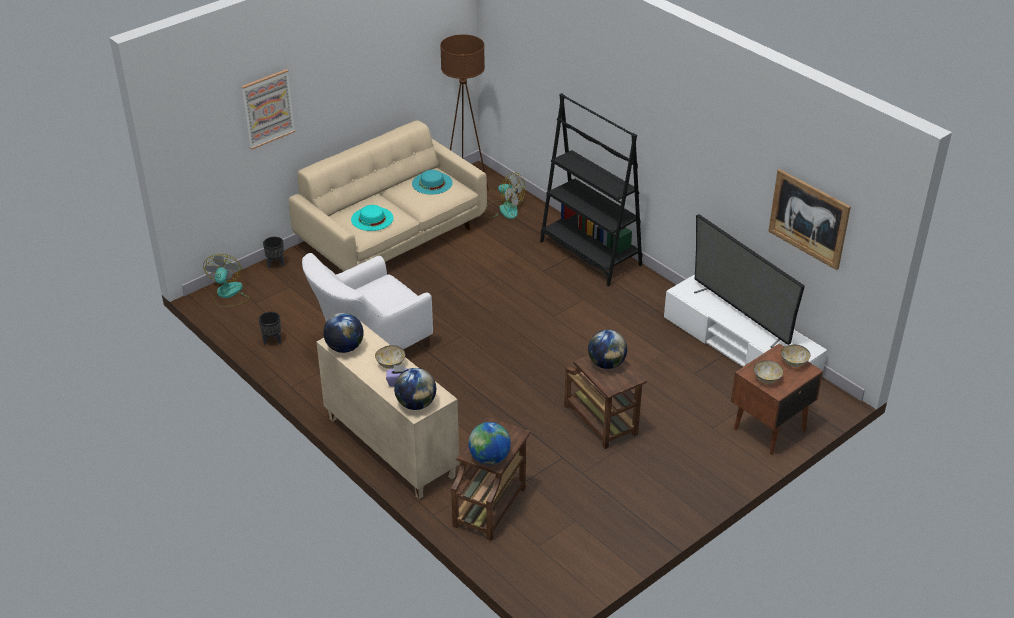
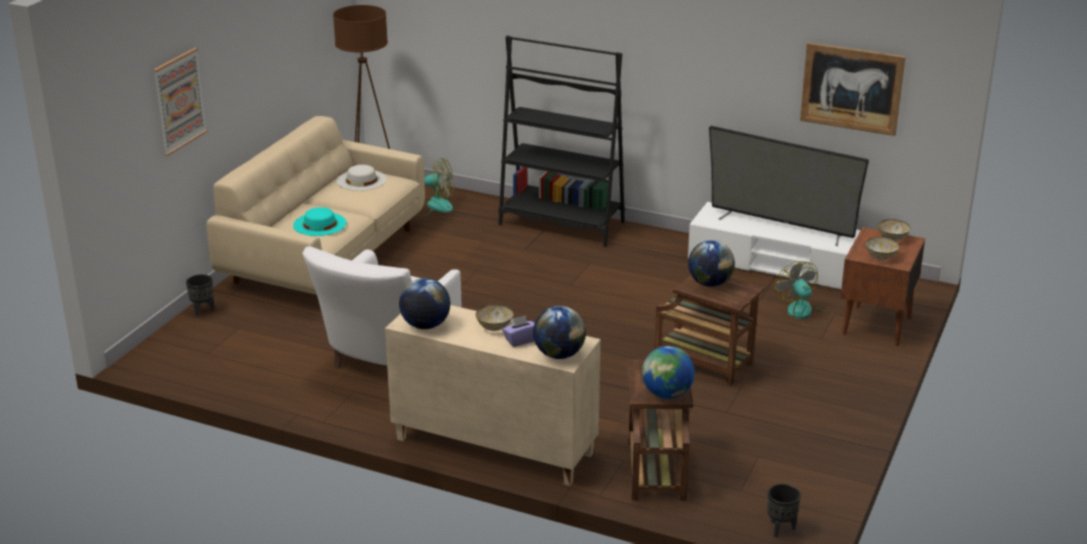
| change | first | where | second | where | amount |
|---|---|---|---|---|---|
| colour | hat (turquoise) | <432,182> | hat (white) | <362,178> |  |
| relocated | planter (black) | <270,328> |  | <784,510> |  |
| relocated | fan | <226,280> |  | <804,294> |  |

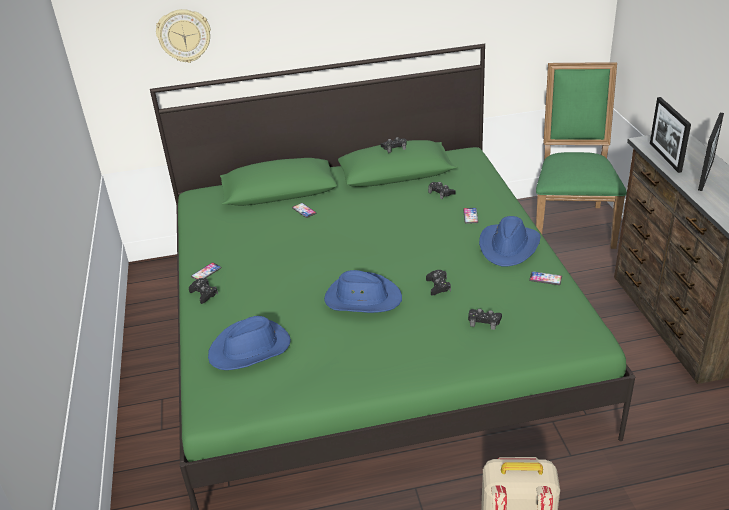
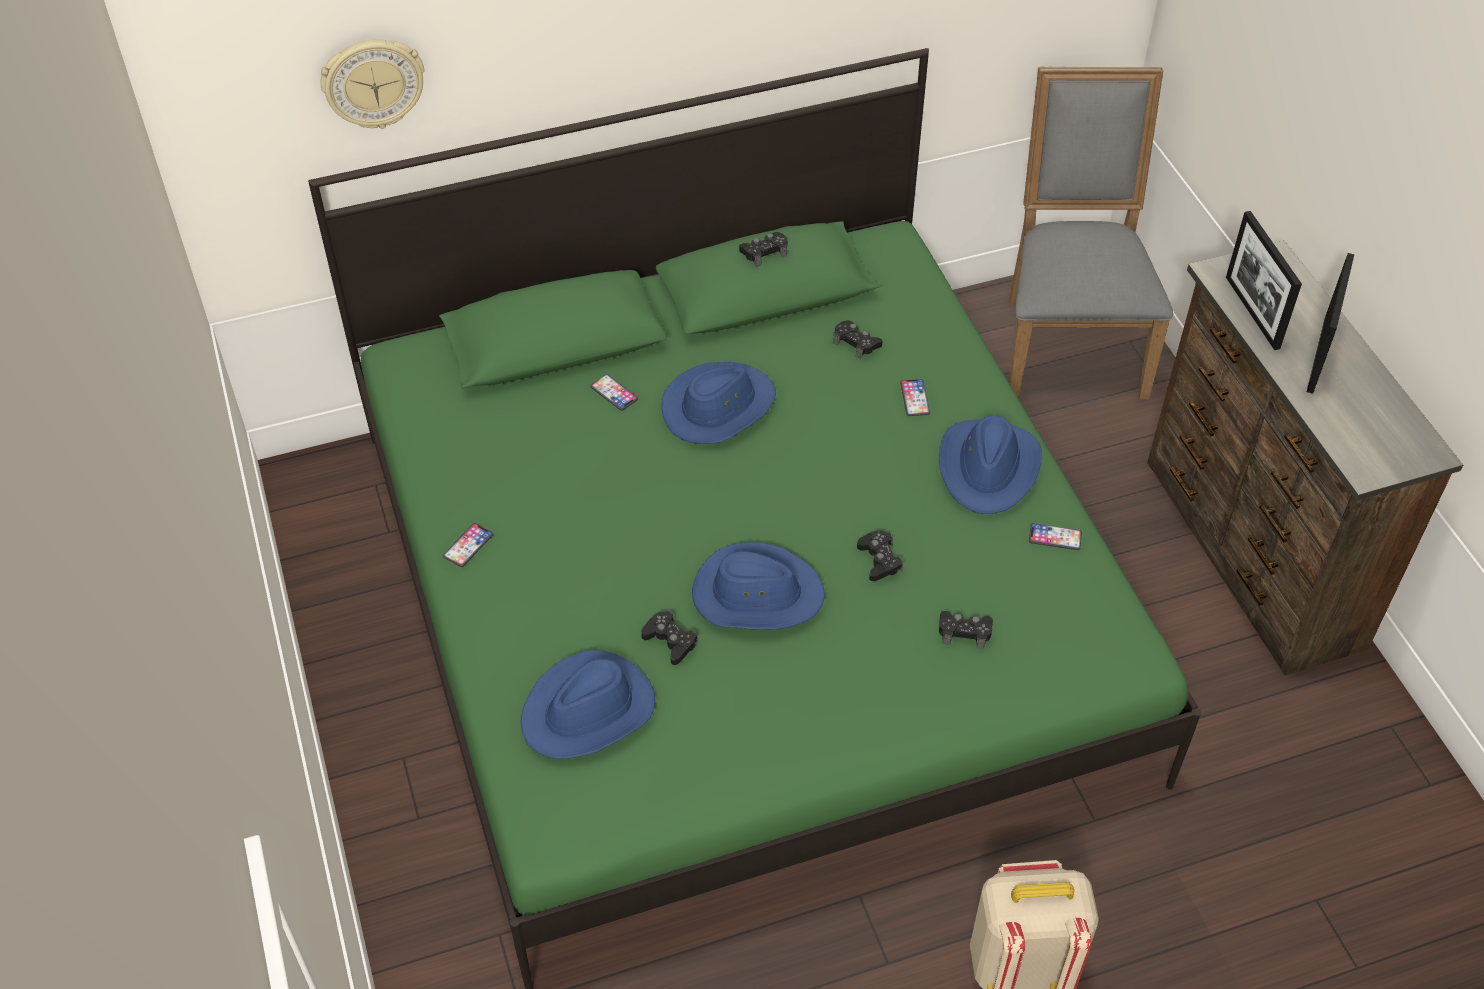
| change | first | where | second | where | amount |
|---|---|---|---|---|---|
| relocated | game controller (black) | <203,291> |  | <669,638> |  |
| appeared |  |  | hat (blue) | <718,403> |  |
| colour | chair (green) | <581,155> | chair (grey) | <1091,233> |  |

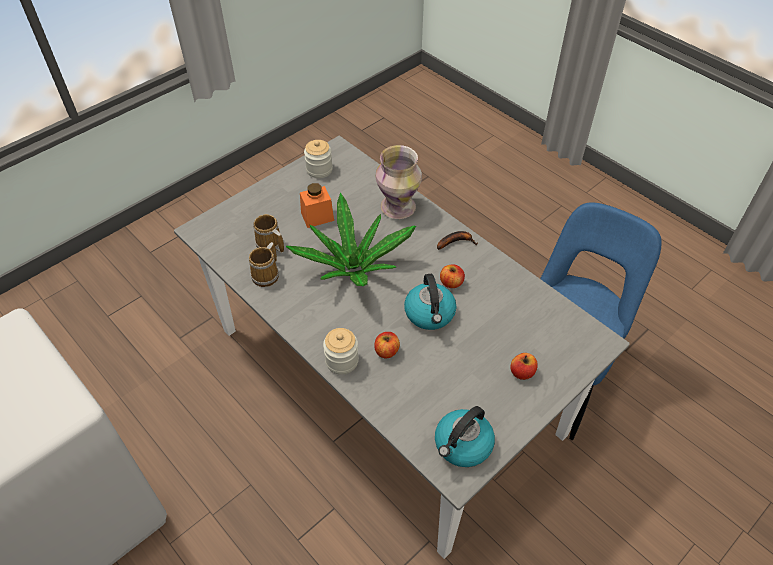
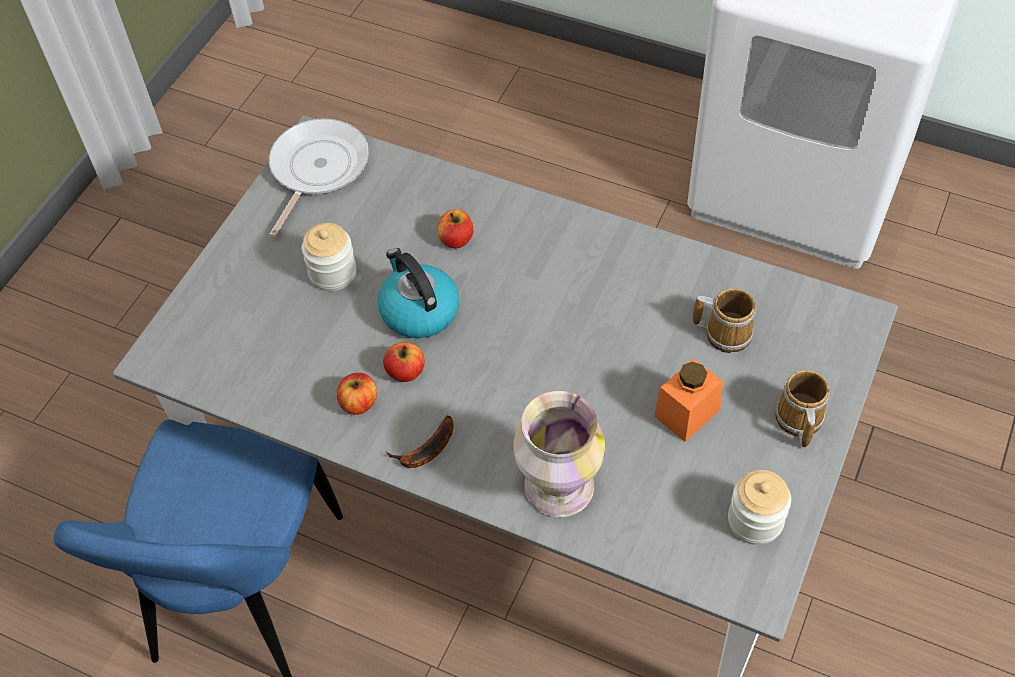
| change | first | where | second | where | amount |
|---|---|---|---|---|---|
| exchanged | kettle | <465,436> | frying pan | <319,178> |  |
| relocated | jar | <341,351> |  | <329,257> |  |
| relocated | apple | <524,366> |  | <357,394> |  |
| relocated | mug | <264,264> |  | <802,409> |  |
| missing | potted plant | <351,239> |  |  |  |

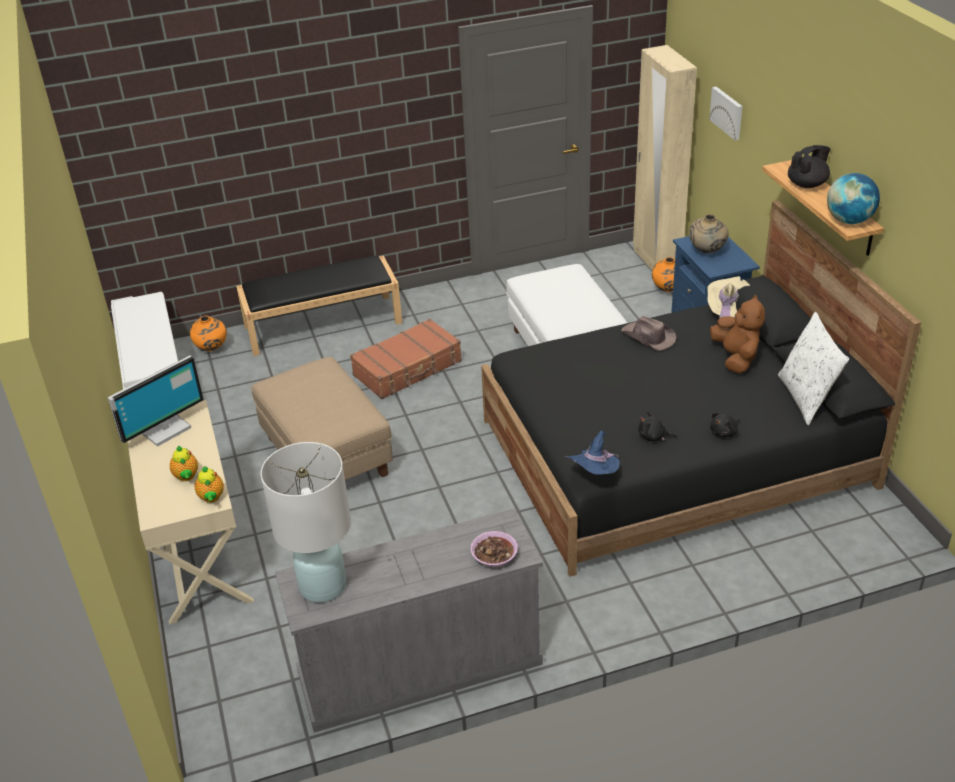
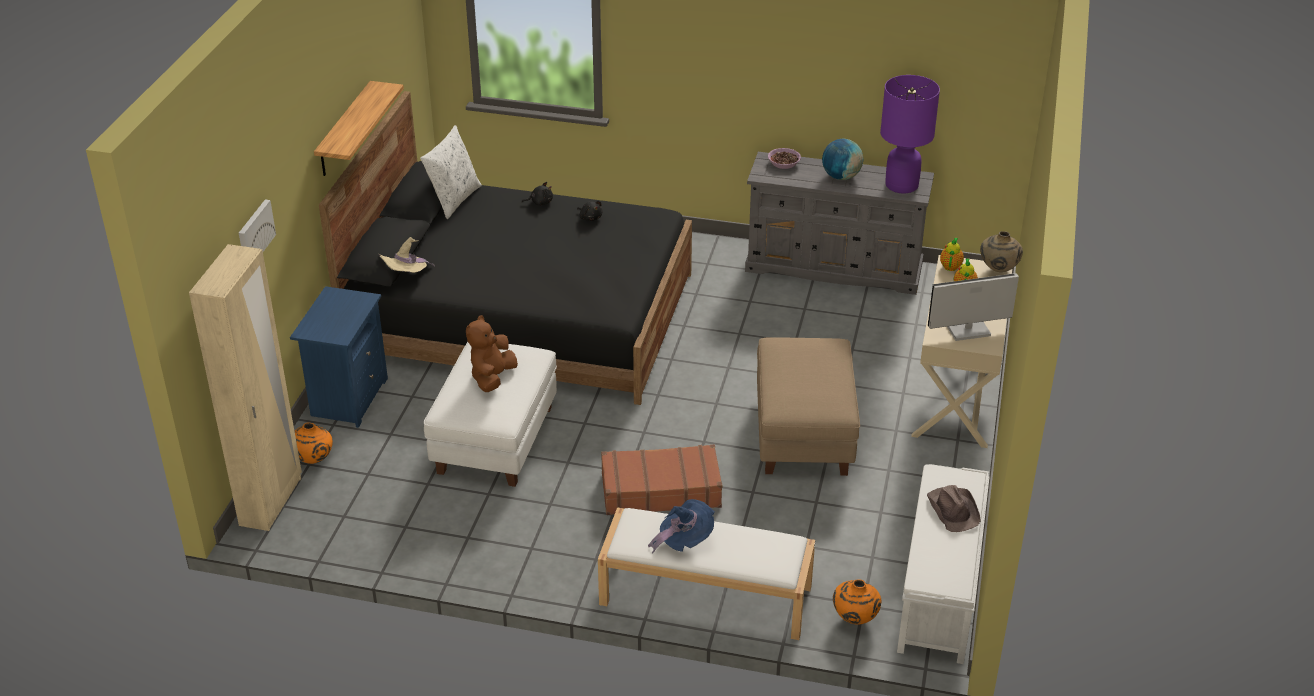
| change | first | where | second | where | amount |
|---|---|---|---|---|---|
| relocated | plush toy (brown) | <737,334> |  | <492,353> |  |
| colour | bench (black) | <319,306> | bench (white) | <706,573> |  |
| relocated | hat (blue) | <592,452> |  | <681,526> |  |
| relocated | globe | <853,198> |  | <842,159> |  |
| colour | table lamp (white) | <305,522> | table lamp (purple) | <910,134> |  |
| relocated | hat (brown) | <649,333> |  | <954,508> |  |
| relocated | vase (beige) | <709,234> |  | <1001,251> |  |
| missing | teapot (black) | <809,166> |  |  |  |

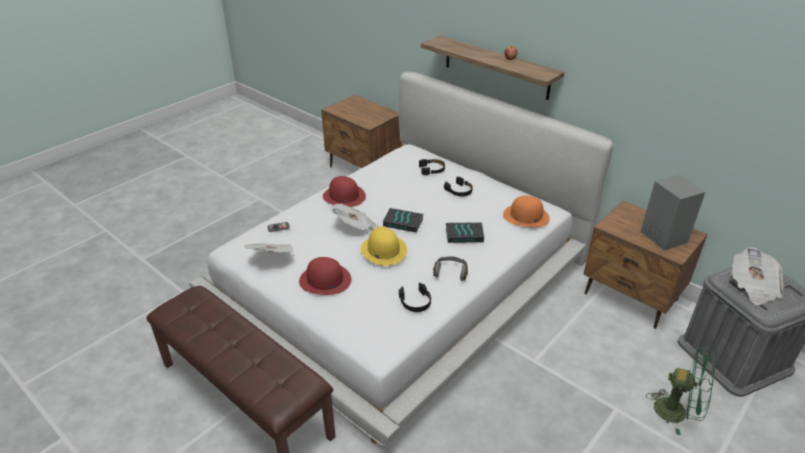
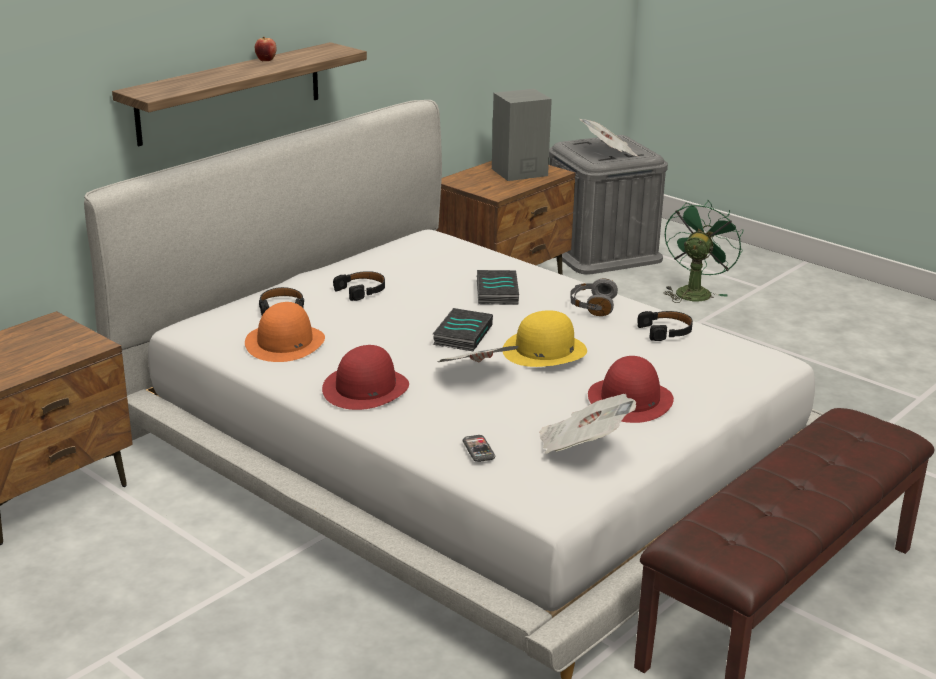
| change | first | where | second | where | amount |
|---|---|---|---|---|---|
| relocated | hat (orange) | <526,211> |  | <285,332> |  |

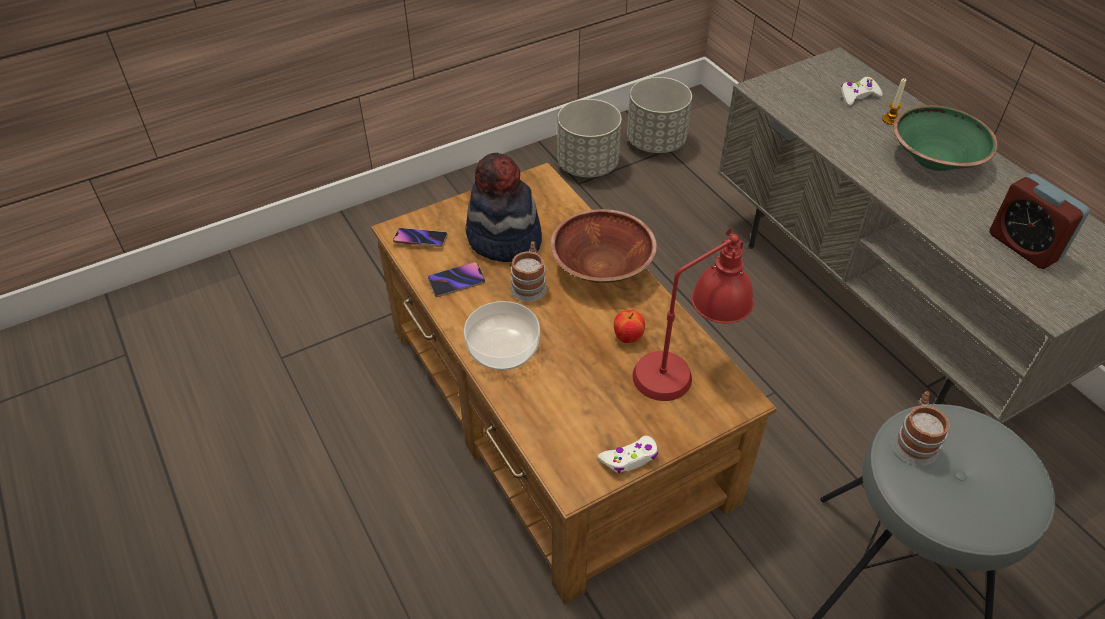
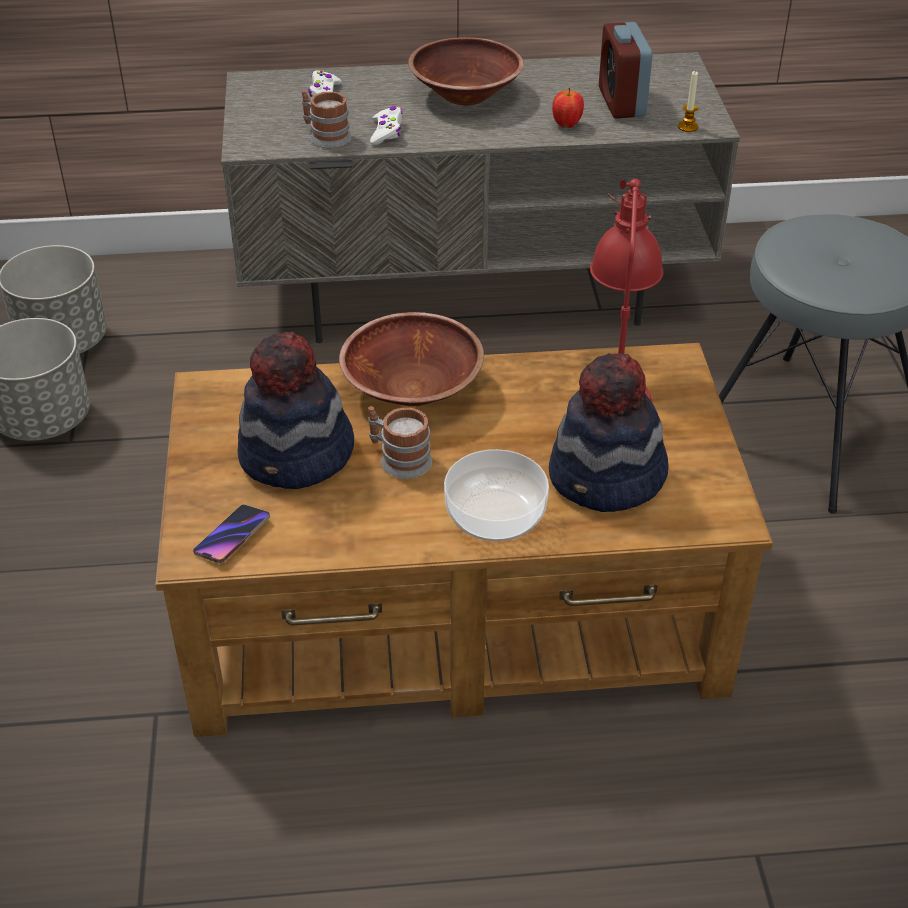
| change | first | where | second | where | amount |
|---|---|---|---|---|---|
| relocated | mug | <921,428> |  | <326,119> |  |
| relocated | game controller (white) | <628,454> |  | <386,125> |  |
| colour | bowl (green) | <945,138> | bowl (brown) | <466,71> |  |
| appeared |  |  | hat | <608,432> |  |
| relocated | apple | <629,326> |  | <568,108> |  |
| spun | alarm clock | <1039,221> |  | <625,70> | 90 degrees clockwise |
| relocated | candle | <894,101> |  | <688,101> |  |
| missing | phone | <456,279> |  |  |  |

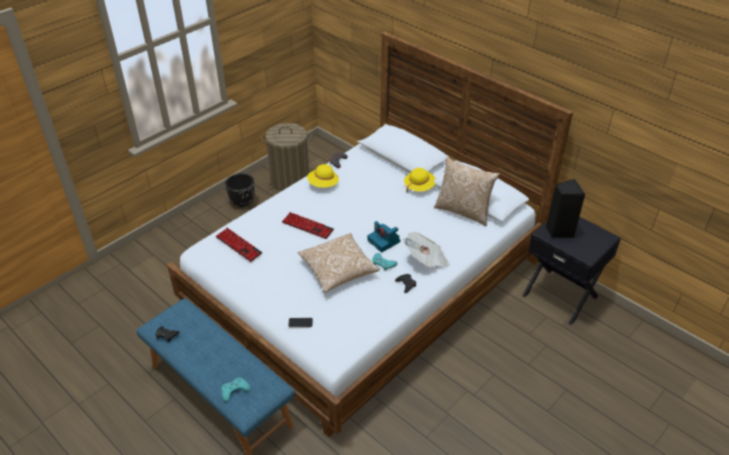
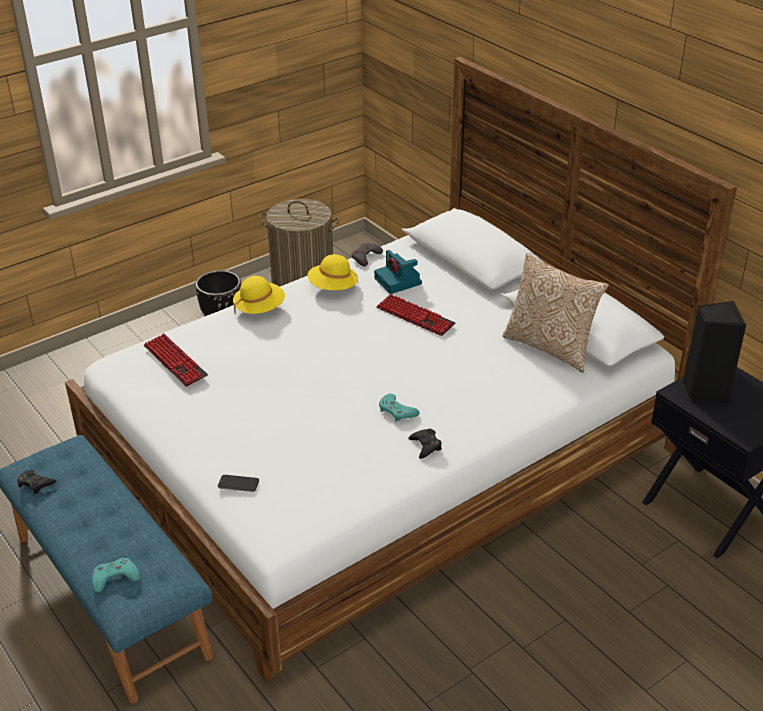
| change | first | where | second | where | amount |
|---|---|---|---|---|---|
| relocated | hat (yellow) | <420,180> |  | <259,295> |  |
| relocated | photo camera | <384,236> |  | <398,272> |  |
| relocated | keyboard | <308,225> |  | <415,315> |  |
| missing | pillow | <339,263> |  |  |  |
| missing | newspaper | <426,250> |  |  |  |

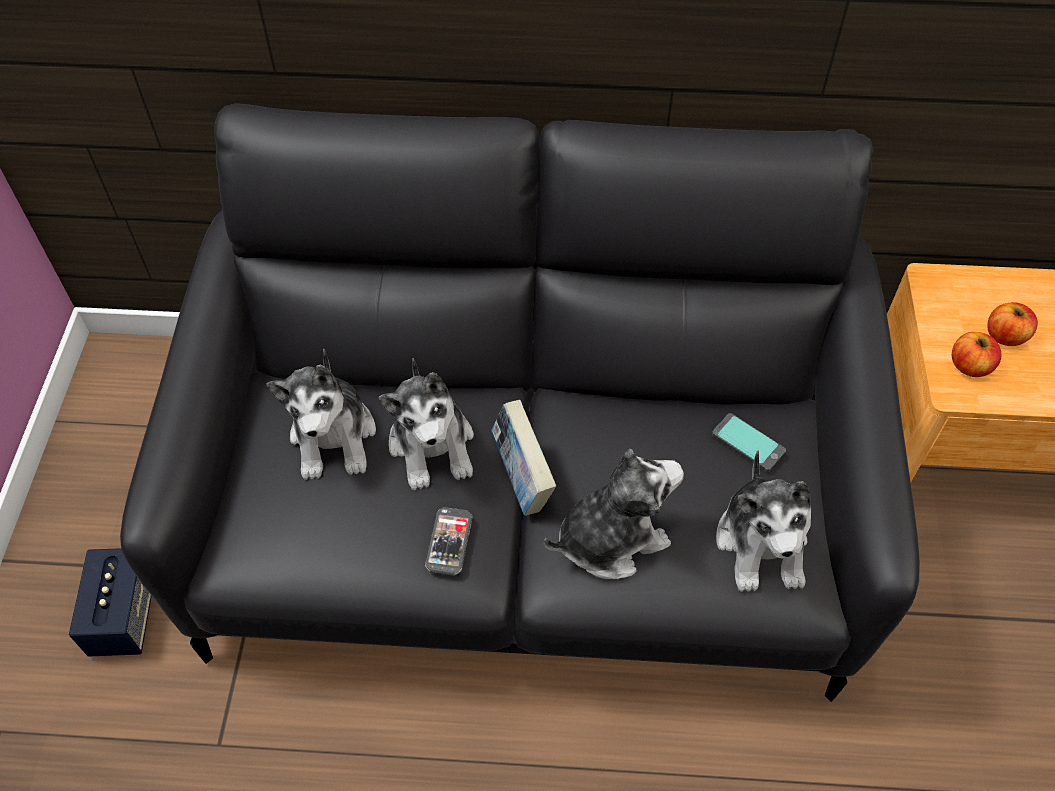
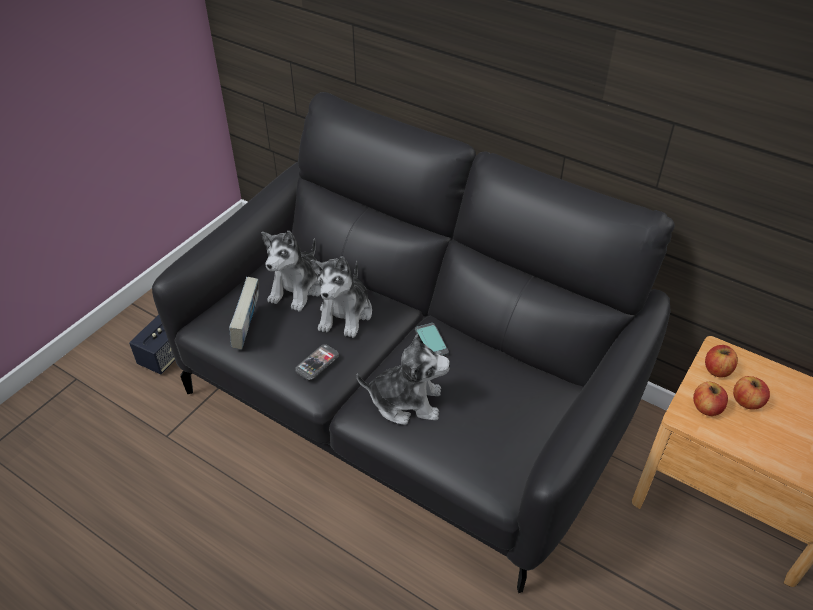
| change | first | where | second | where | amount |
|---|---|---|---|---|---|
| relocated | book | <523,458> |  | <244,313> |  |
| relocated | phone | <749,442> |  | <432,339> |  |
| appeared |  |  | apple | <721,361> |  |
| missing | plush toy | <763,521> |  |  |  |

